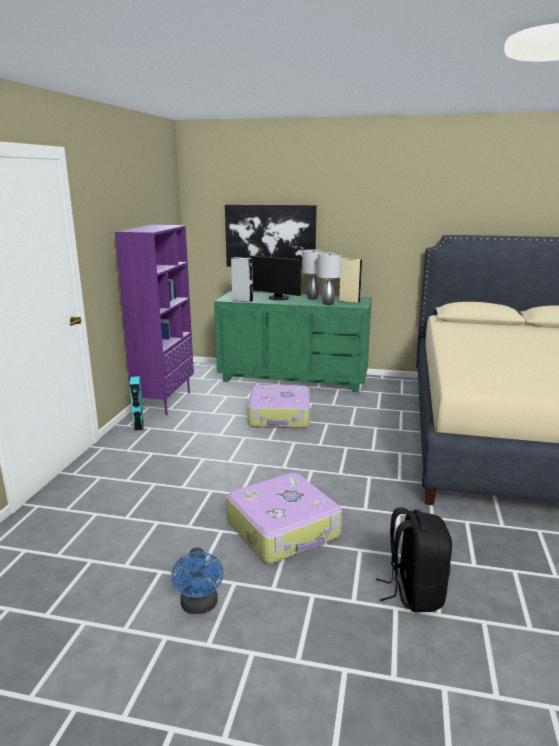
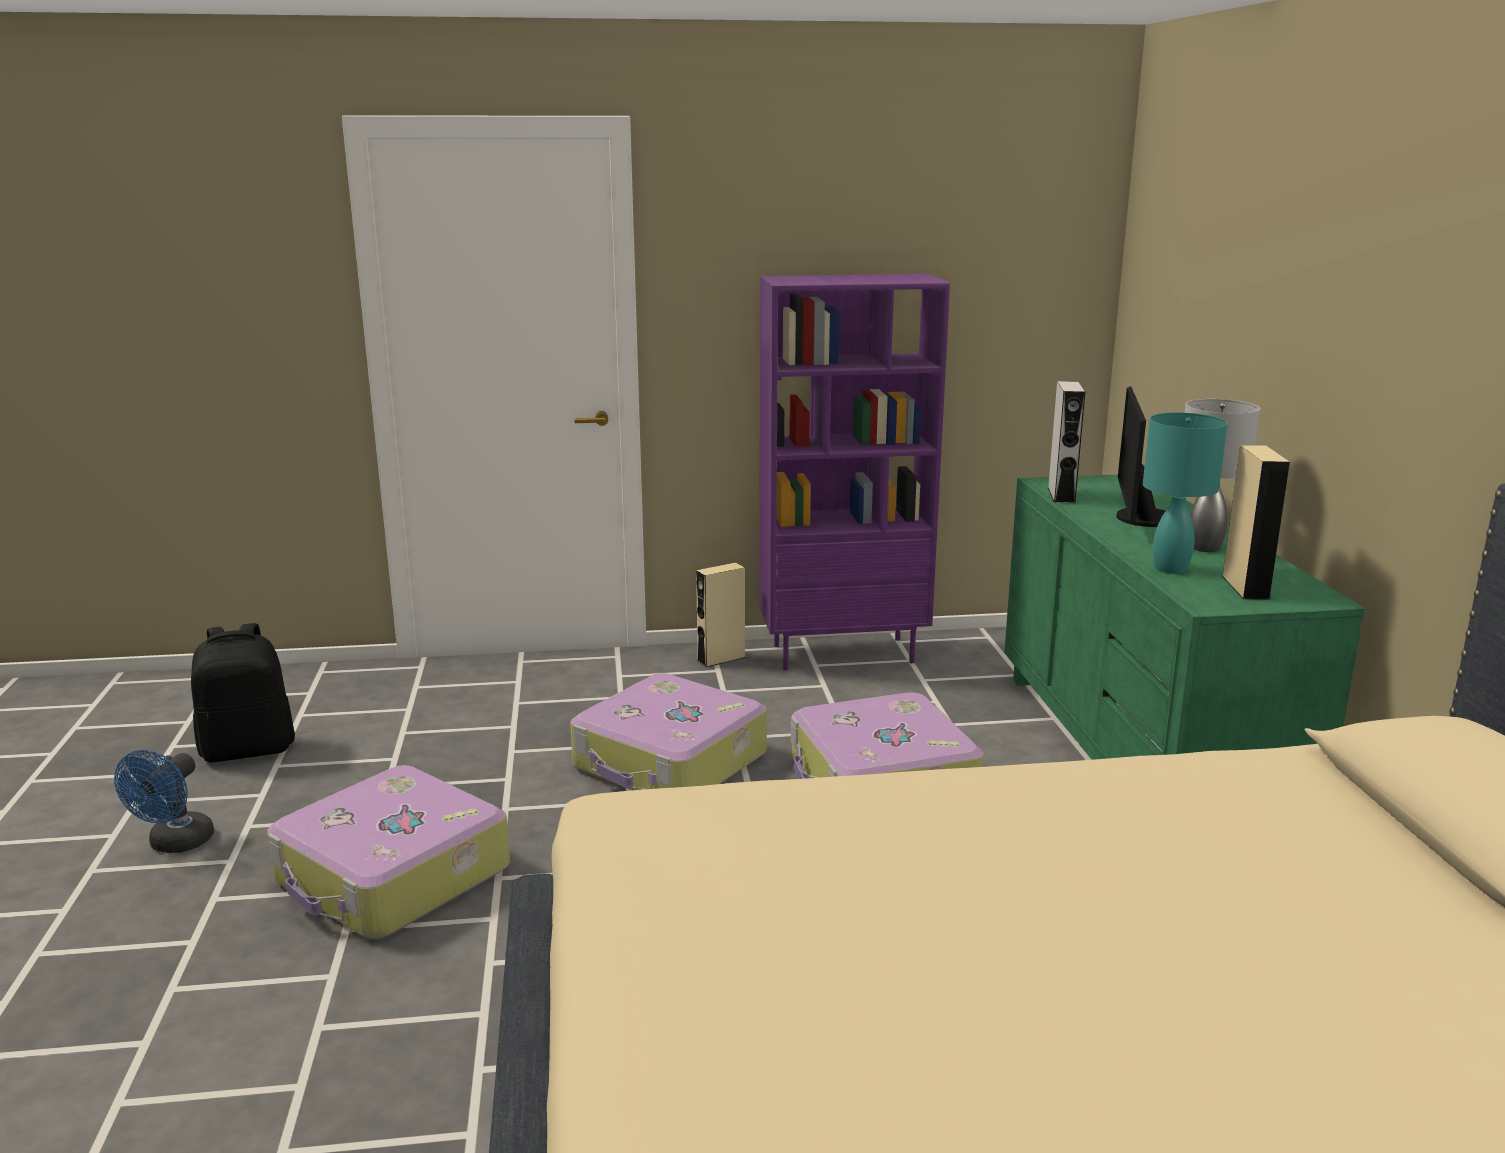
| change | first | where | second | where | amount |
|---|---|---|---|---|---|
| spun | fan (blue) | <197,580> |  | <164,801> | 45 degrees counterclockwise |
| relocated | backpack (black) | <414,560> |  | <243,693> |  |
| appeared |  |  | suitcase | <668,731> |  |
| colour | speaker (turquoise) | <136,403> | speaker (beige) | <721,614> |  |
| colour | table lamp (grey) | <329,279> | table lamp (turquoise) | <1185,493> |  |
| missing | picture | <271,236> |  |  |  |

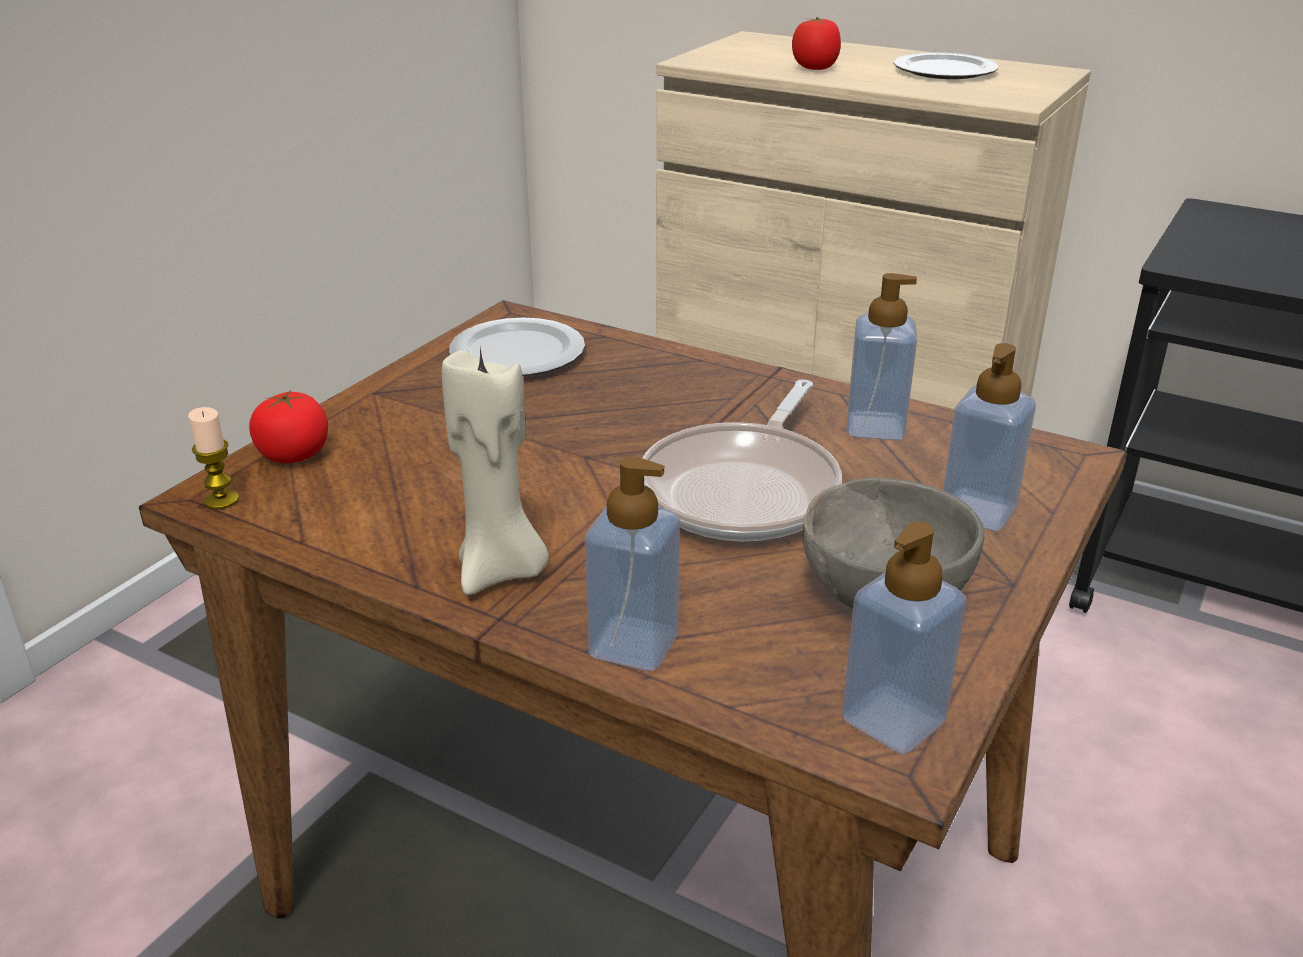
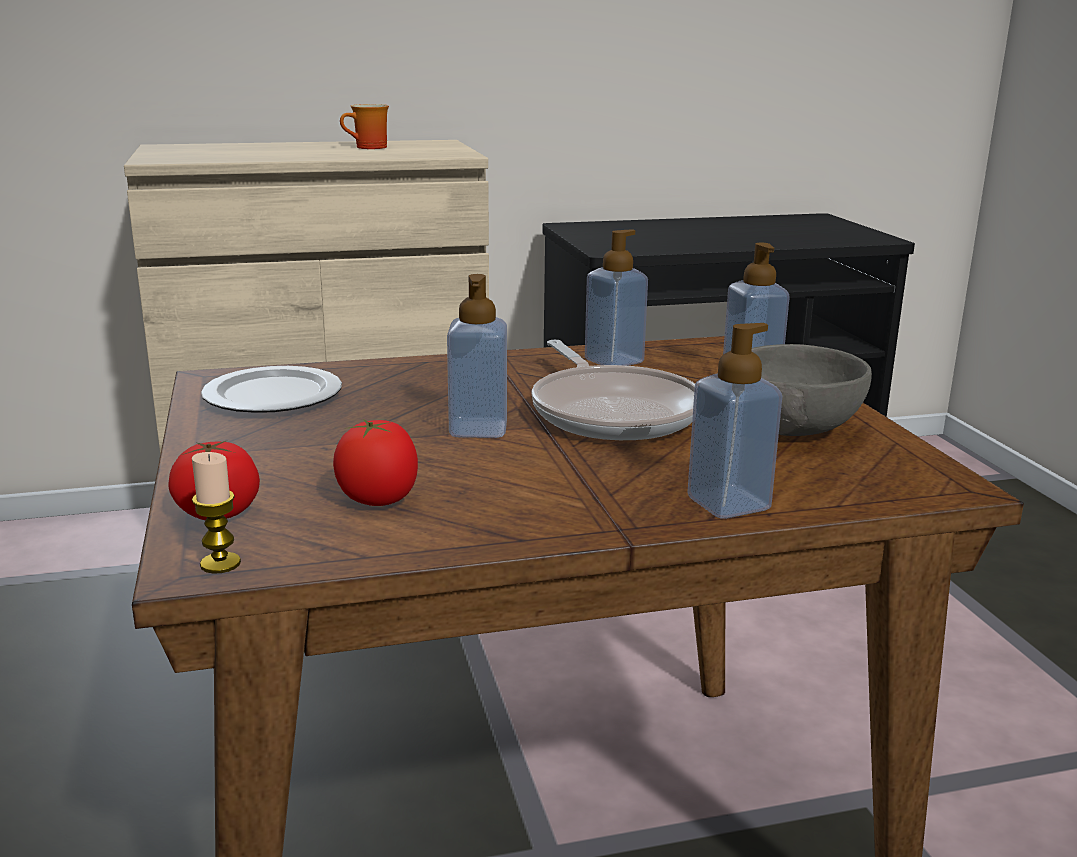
| change | first | where | second | where | amount |
|---|---|---|---|---|---|
| relocated | tomato | <816,43> |  | <375,462> |  |
| exchanged | plate | <946,65> | mug | <364,126> |  |
| relocated | soap dispenser | <904,637> |  | <477,356> |  |
| missing | candle (beige) | <495,471> |  |  |  |

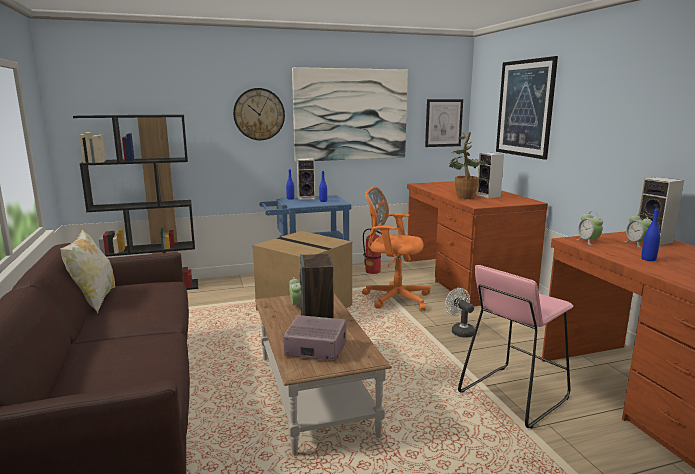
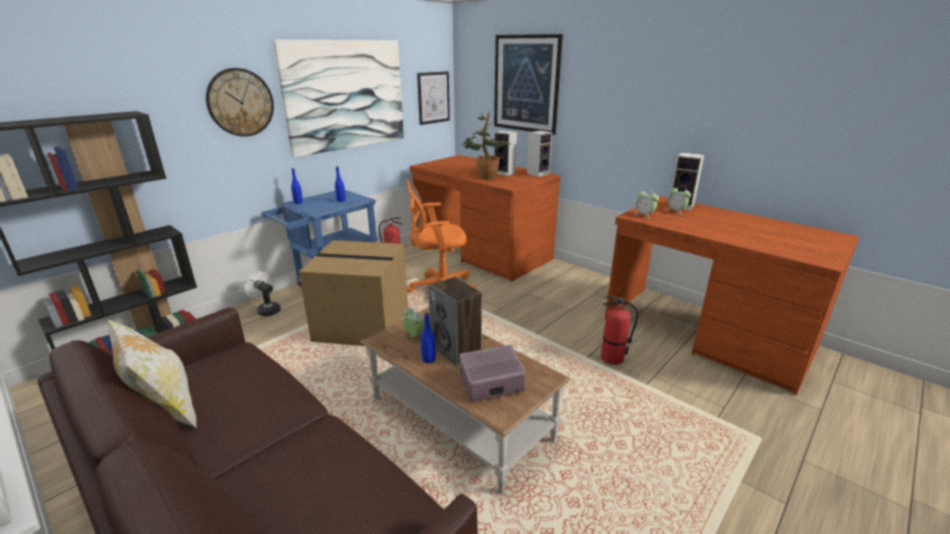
| change | first | where | second | where | amount |
|---|---|---|---|---|---|
| relocated | fan (white) | <460,313> |  | <262,293> |  |
| relocated | bottle (blue) | <651,234> |  | <428,337> |  |
| relocated | speaker | <306,179> |  | <539,153> |  |
| exchanged | stool (pink) | <515,346> | fire extinguisher | <619,330> |  |

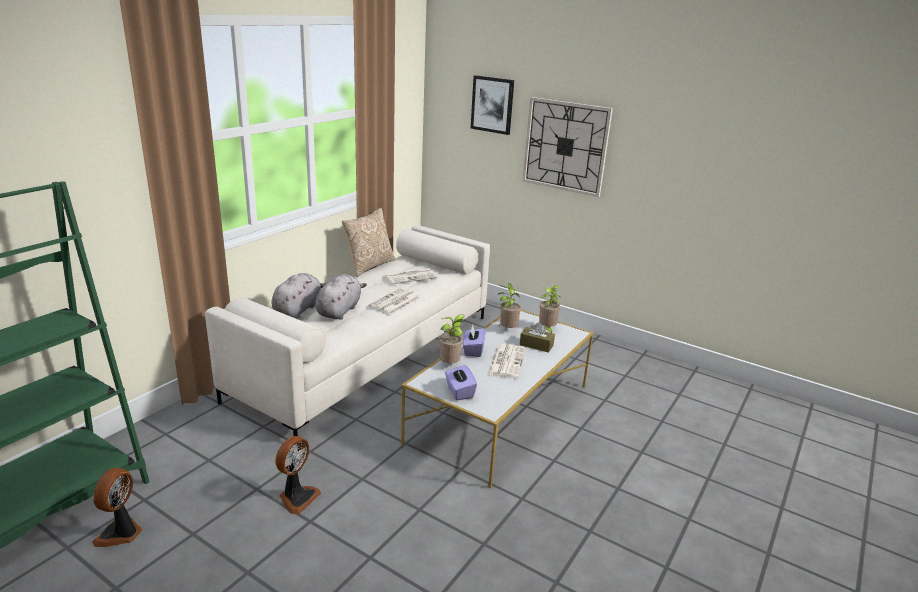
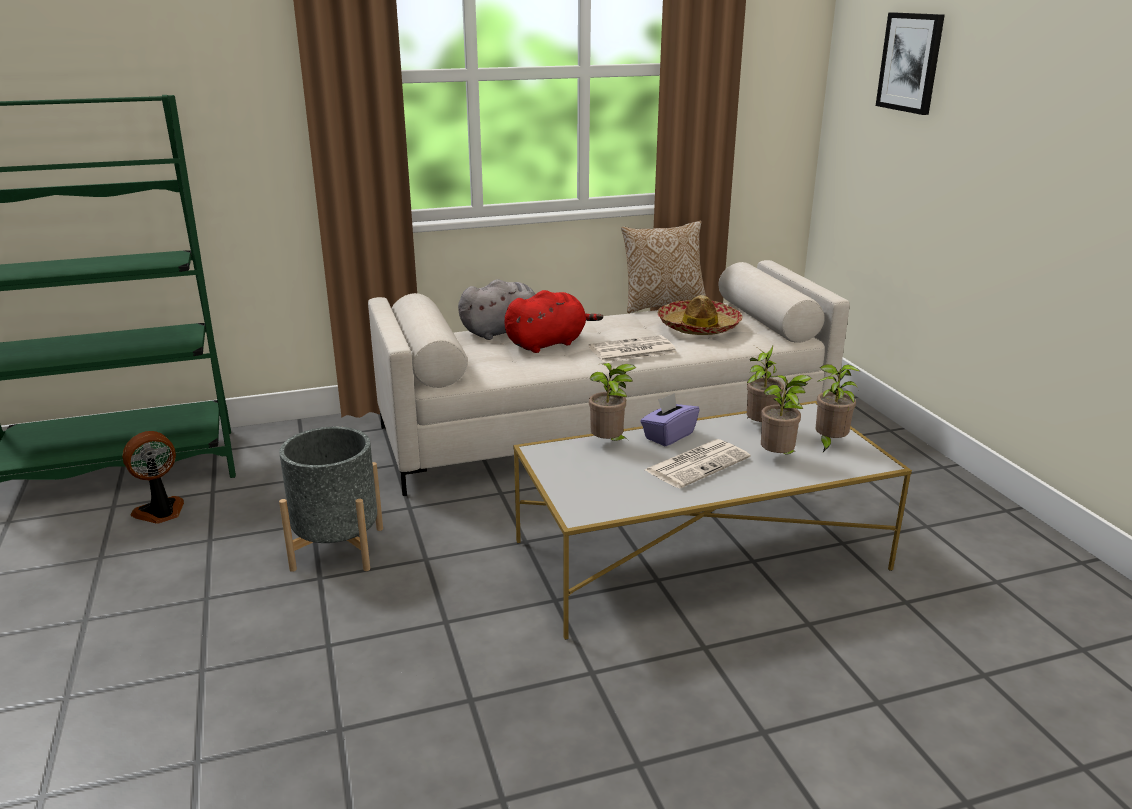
| change | first | where | second | where | amount |
|---|---|---|---|---|---|
| exchanged | fan | <298,475> | planter (grey) | <331,499> |  |
| colour | plush toy (grey) | <341,297> | plush toy (red) | <554,321> |  |
| exchanged | newspaper | <411,276> | hat | <700,315> |  |
| exchanged | tissue box (brown) | <537,337> | potted plant | <786,415> |  |
| missing | tissue box (purple) | <461,382> |  |  |  |
| missing | wall clock | <568,147> |  |  |  |

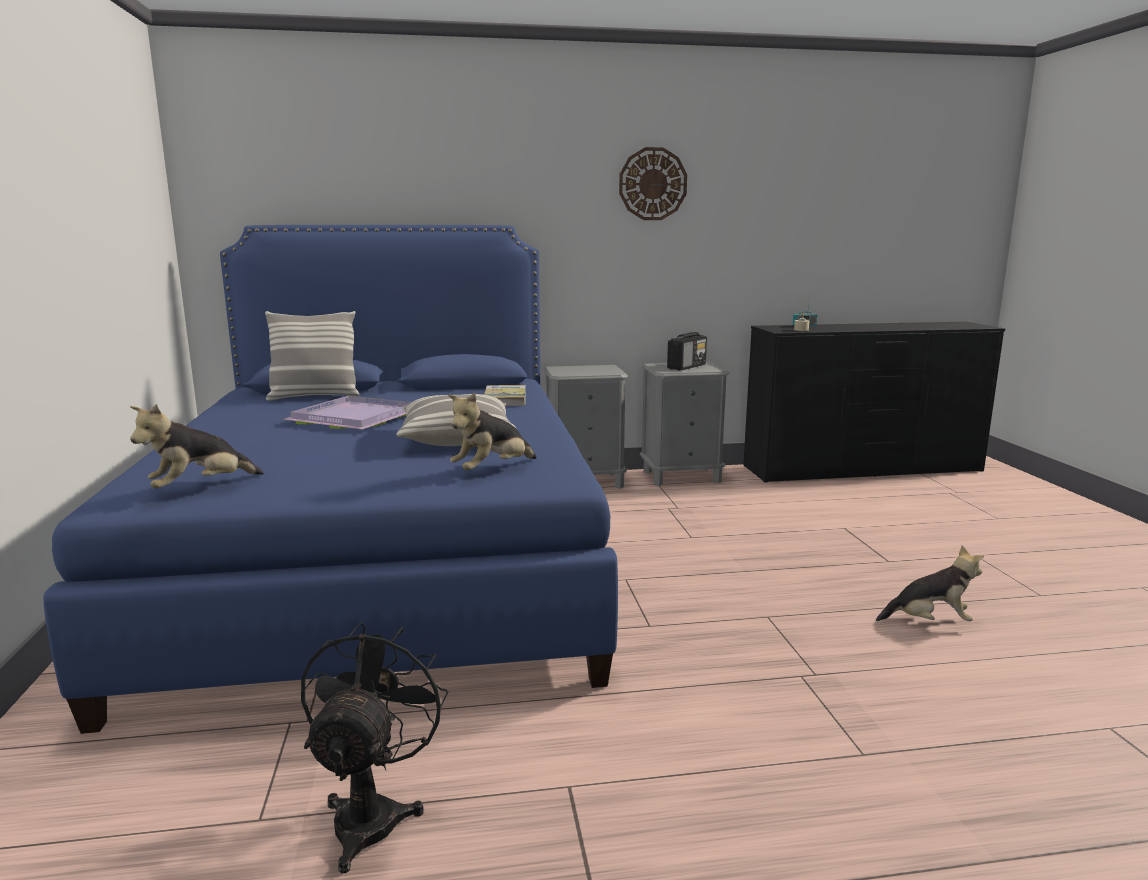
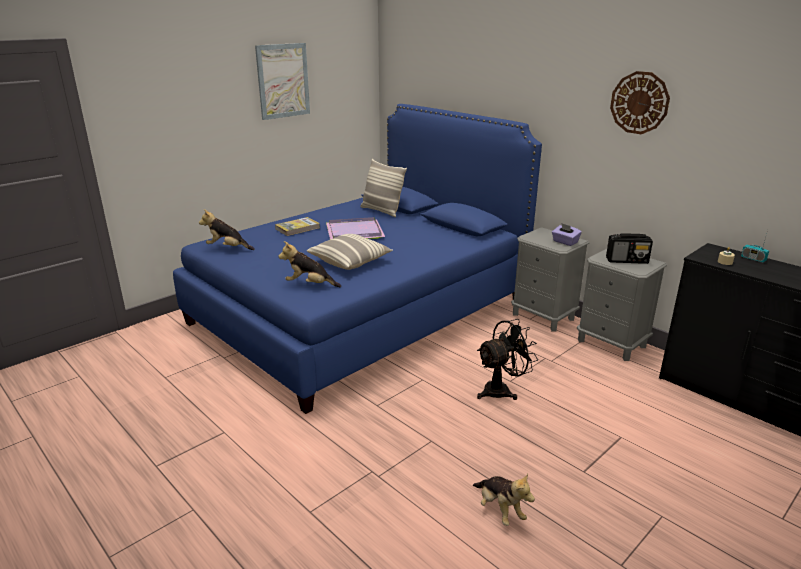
| change | first | where | second | where | amount |
|---|---|---|---|---|---|
| appeared |  |  | picture | <282,81> |  |
| relocated | book | <505,395> |  | <297,226> |  |
| relocated | fan (black) | <374,747> |  | <507,359> |  |
| appeared |  |  | tissue box (purple) | <567,234> |  |

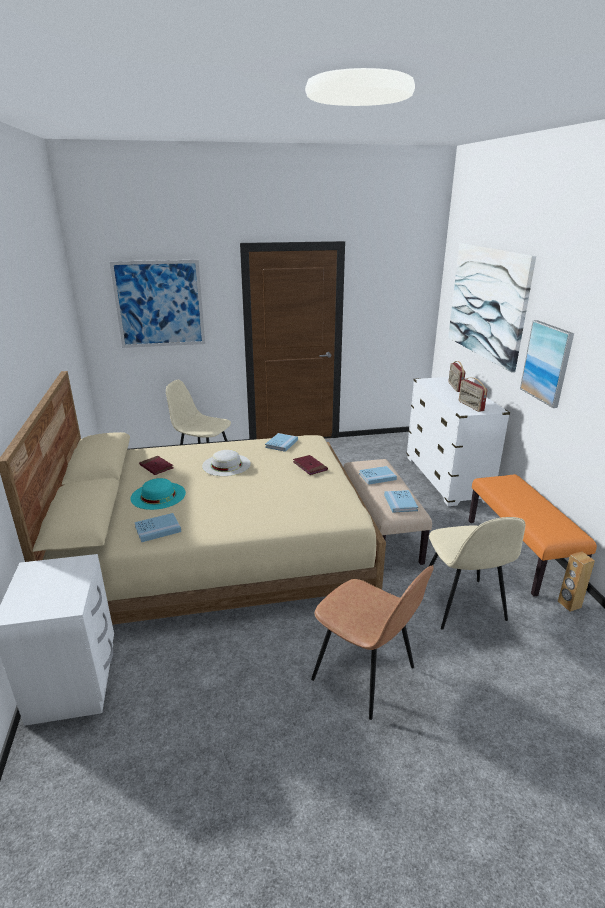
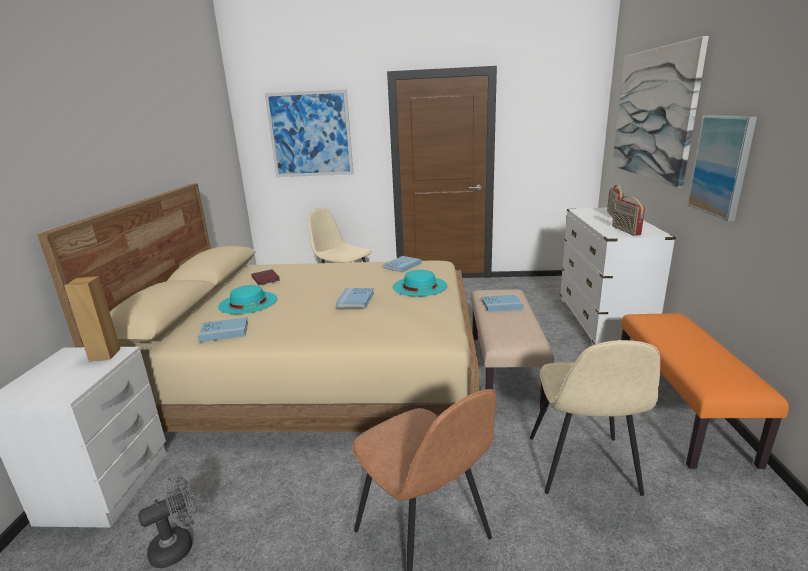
| change | first | where | second | where | amount |
|---|---|---|---|---|---|
| relocated | speaker (brown) | <576,581> |  | <92,319> |  |
| appeared |  |  | fan (grey) | <167,521> |  |
| relocated | book (blue) | <401,501> |  | <355,298> |  |
| exchanged | book (red) | <310,465> | hat (turquoise) | <420,283> |  |
| missing | hat (white) | <226,463> |  |  |  |

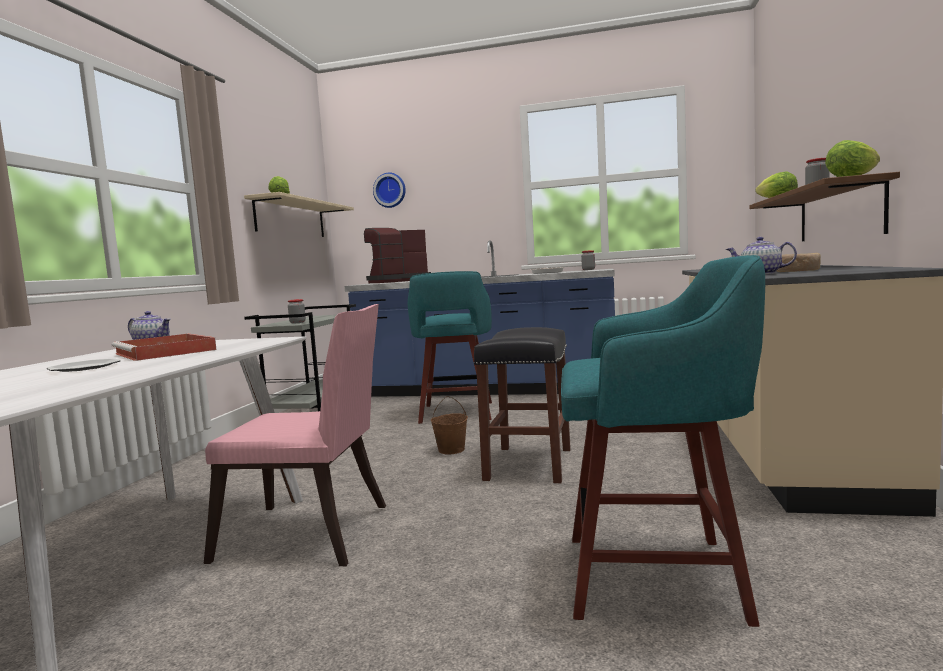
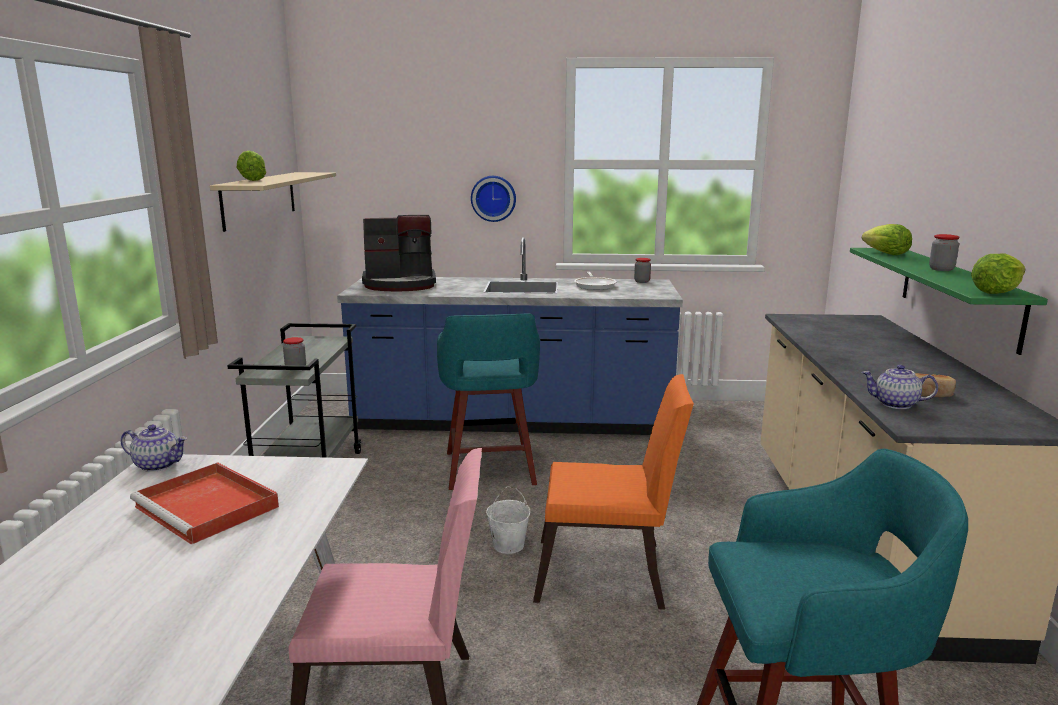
| change | first | where | second | where | amount |
|---|---|---|---|---|---|
| spun | coffee machine | <397,255> |  | <399,253> | 150 degrees counterclockwise |
| relocated | wall clock | <389,190> |  | <493,199> |  |
| colour | bucket (brown) | <449,425> | bucket (white) | <508,520> |  |
| exchanged | stool (black) | <522,405> | chair (orange) | <613,492> |  |
| colour | shelf (brown) | <824,206> | shelf (green) | <949,301> |  |
| missing | plate | <84,365> |  |  |  |

